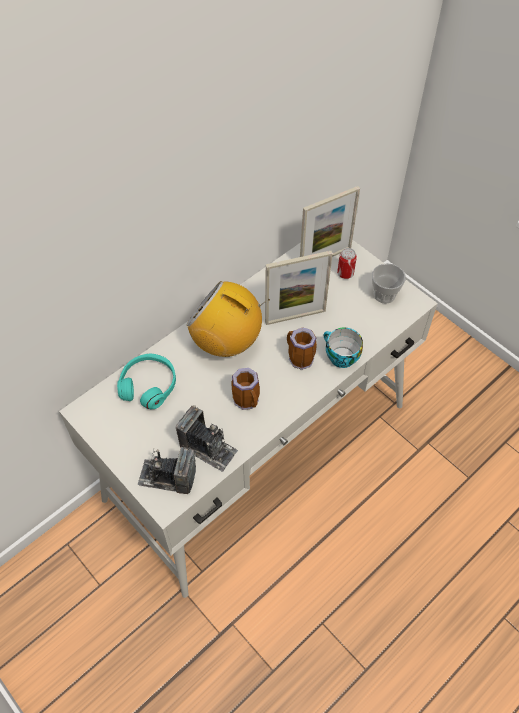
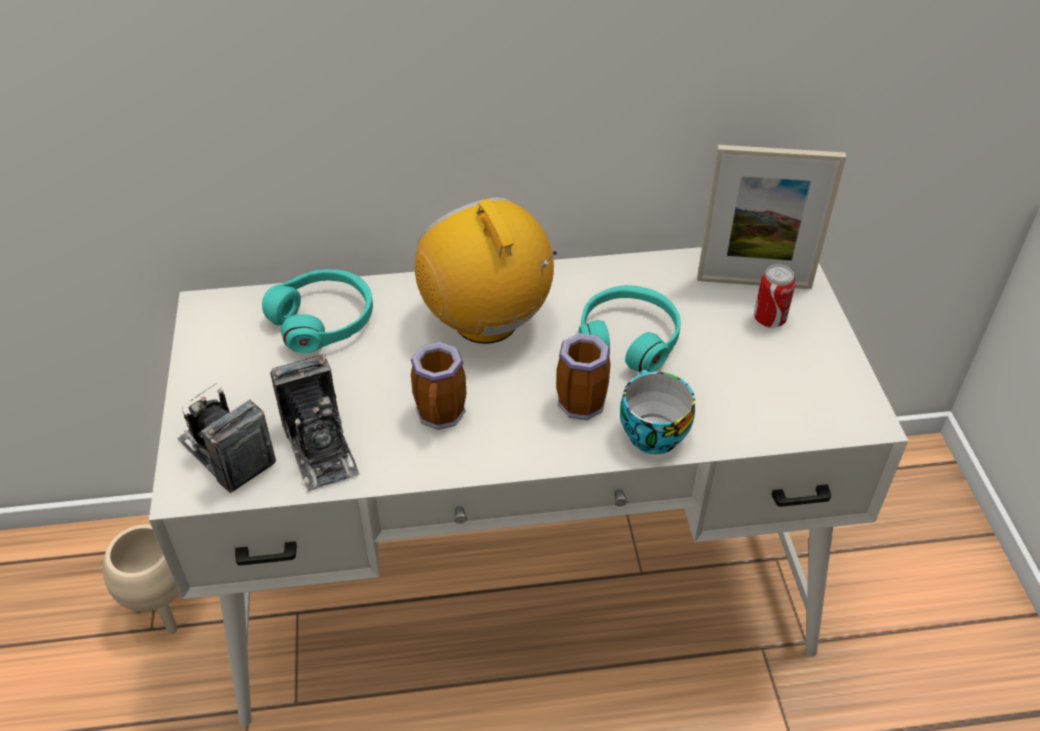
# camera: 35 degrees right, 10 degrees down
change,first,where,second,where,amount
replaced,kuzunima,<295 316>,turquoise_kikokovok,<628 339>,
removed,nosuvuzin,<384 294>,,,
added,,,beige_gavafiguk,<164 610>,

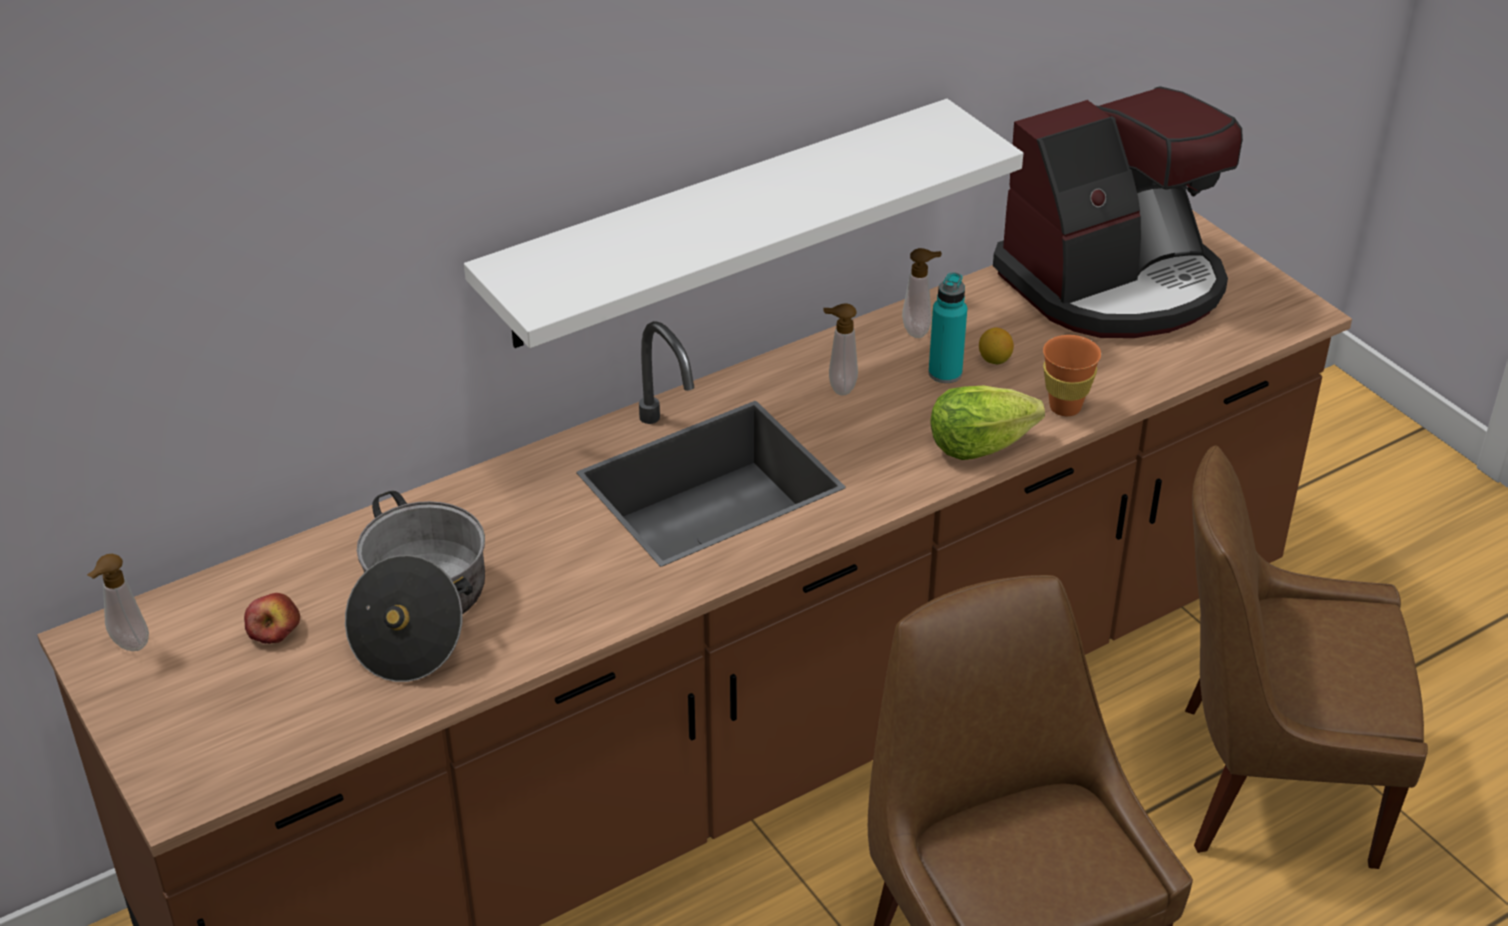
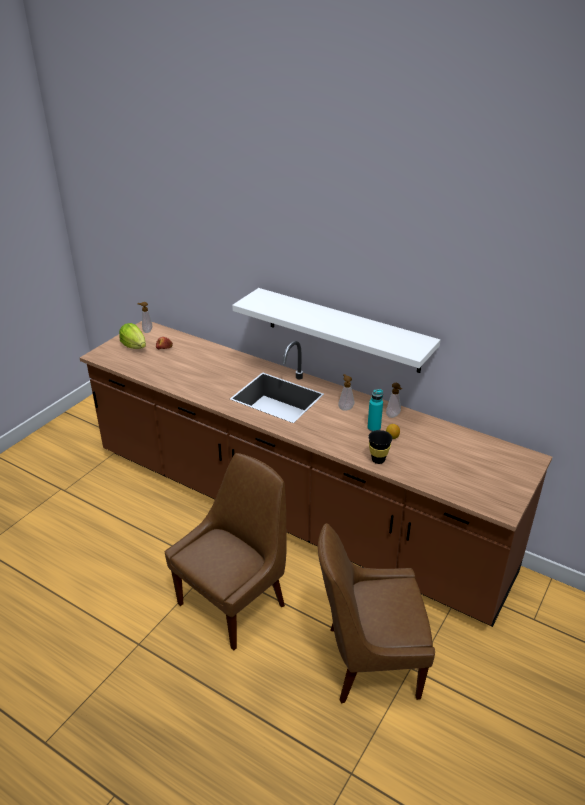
# camera: 65 degrees right, 5 degrees down
change,first,where,second,where,amount
removed,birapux,<420 613>,,,
moved,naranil,<978 445>,,<134 346>,
removed,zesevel,<1114 283>,,,
recoloured,orange_nosuvuzin,<1065 407>,black_nosuvuzin,<378 460>,
turned,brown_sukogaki,<1267 783>,,<368 662>,75 degrees counterclockwise

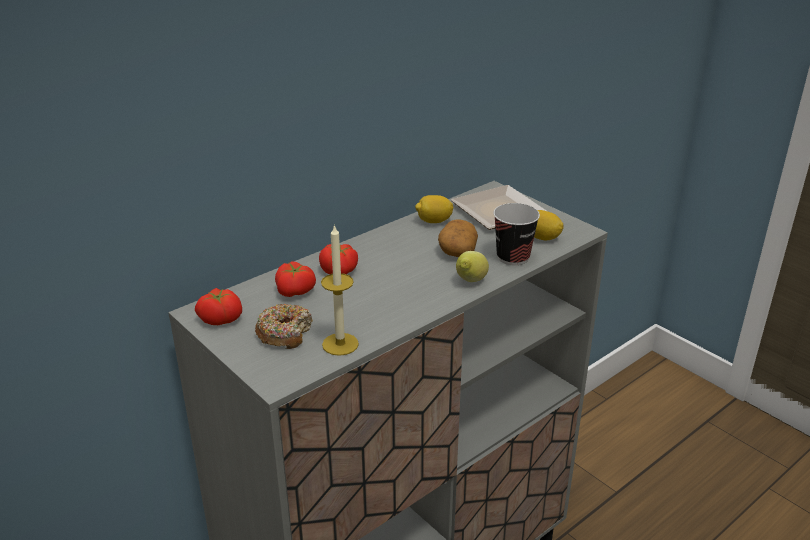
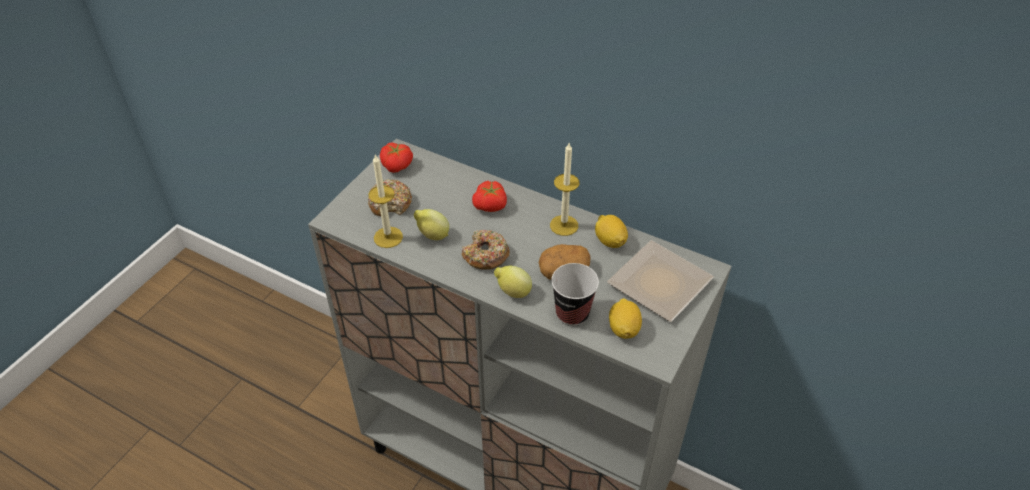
# camera: 70 degrees right, 15 degrees up
change,first,where,second,where,amount
removed,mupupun,<296 291>,,,
added,,,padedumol,<432 235>,
added,,,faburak,<485 256>,
added,,,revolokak,<564 225>,

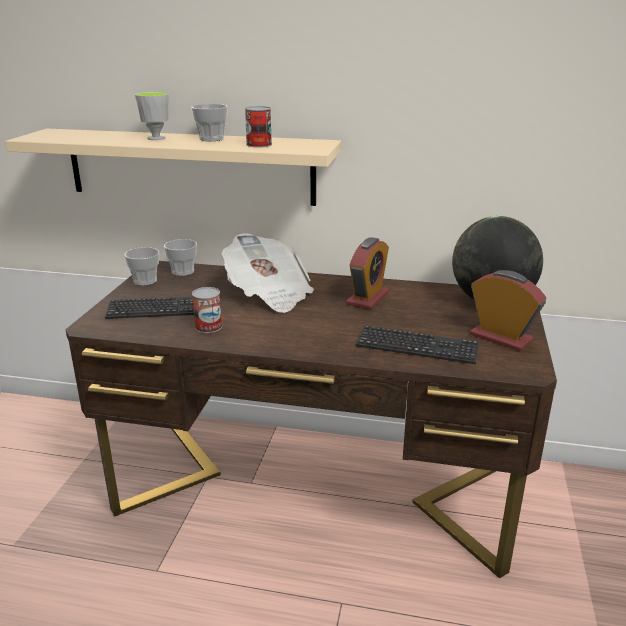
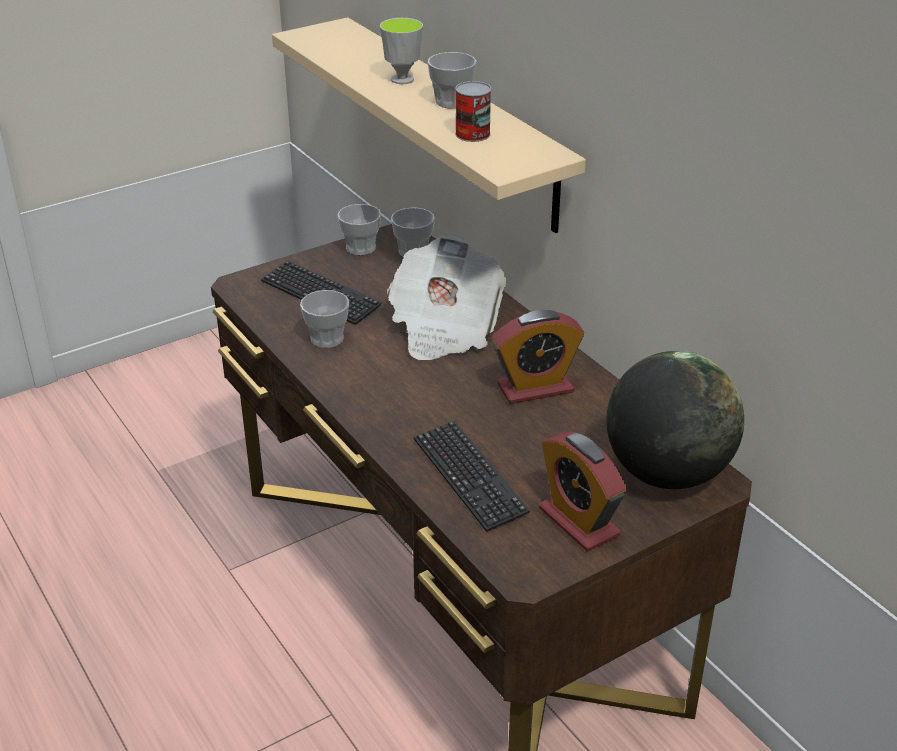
# camera: 45 degrees right, 10 degrees up
change,first,where,second,where,amount
replaced,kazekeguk,<208 327>,nosuvuzin,<327 339>,
turned,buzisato,<501 338>,,<578 522>,150 degrees clockwise

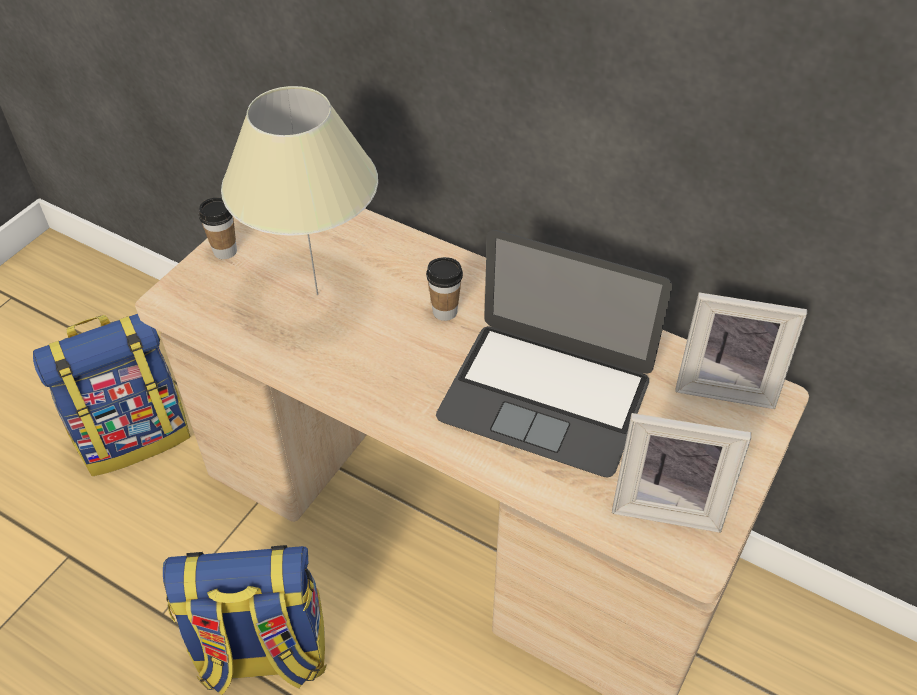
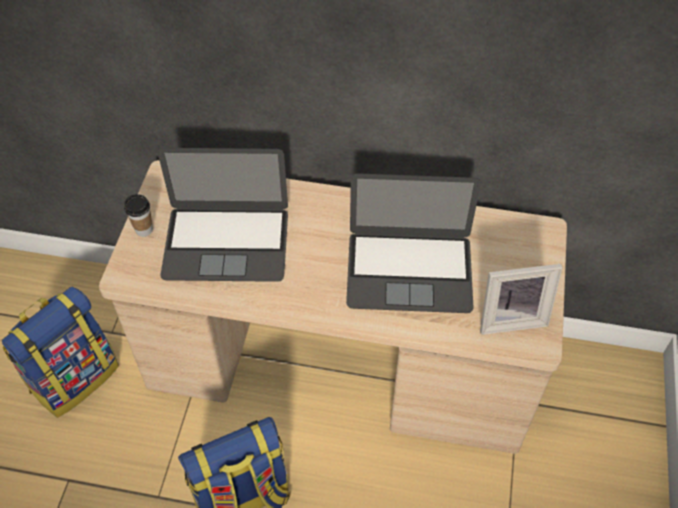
# camera: 20 degrees left, 5 degrees up
change,first,where,second,where,amount
replaced,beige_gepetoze,<317 294>,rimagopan,<226 243>,
removed,nosuvuzin,<445 311>,,,
removed,kuzunima,<725 384>,,,

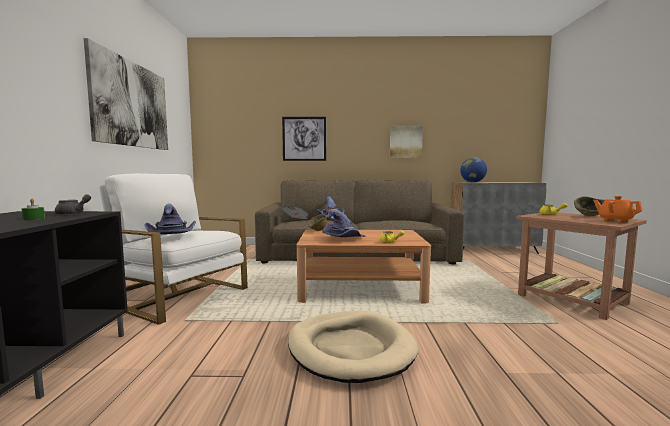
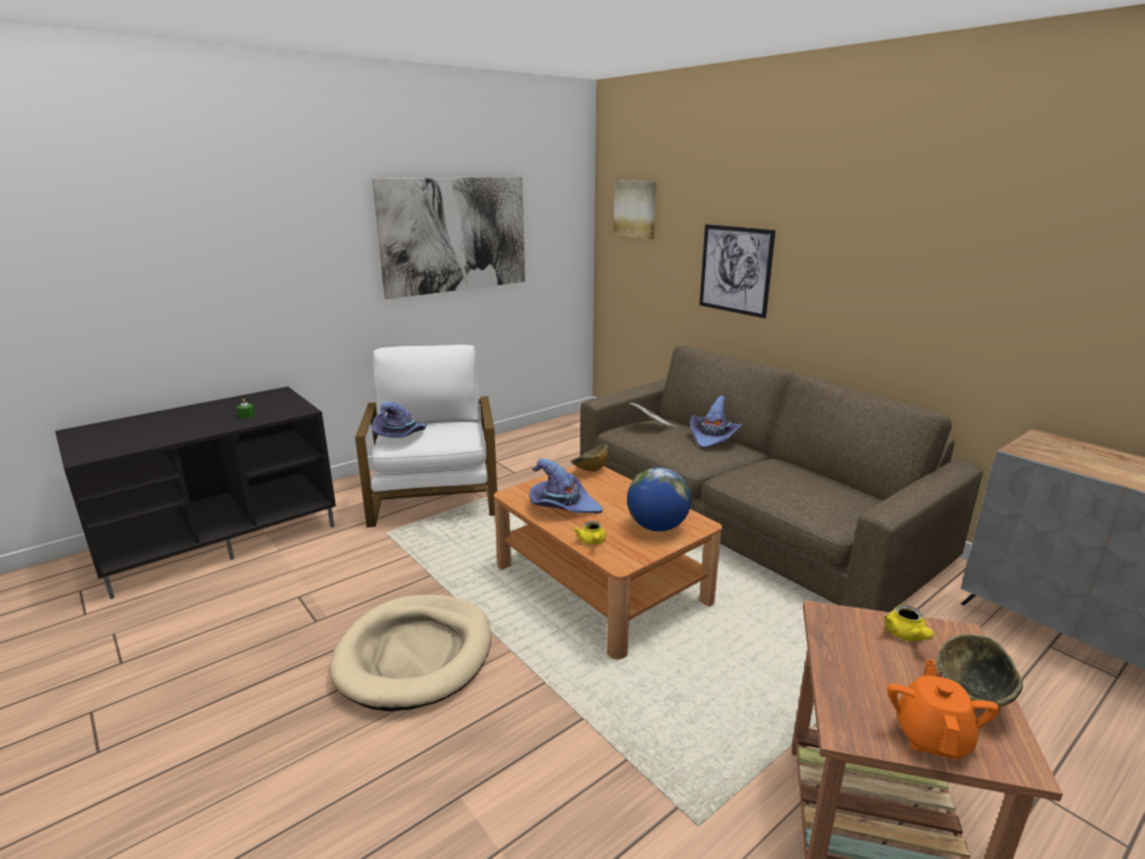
# camera: 50 degrees right, 15 degrees up
change,first,where,second,where,amount
removed,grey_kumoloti,<74 213>,,,
moved,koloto,<405 142>,,<635 209>,
moved,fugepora,<473 182>,,<657 527>,

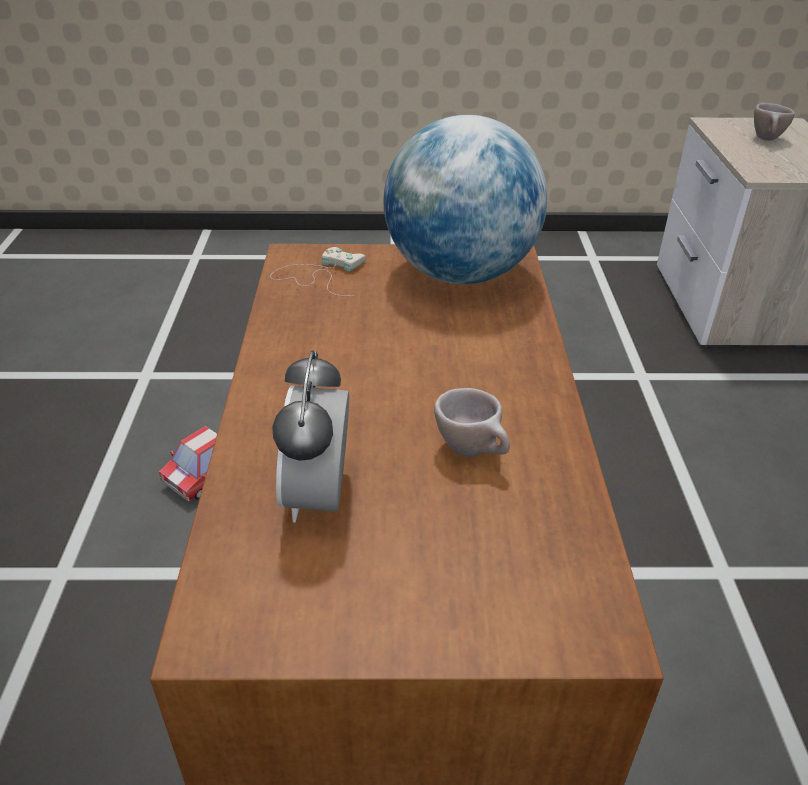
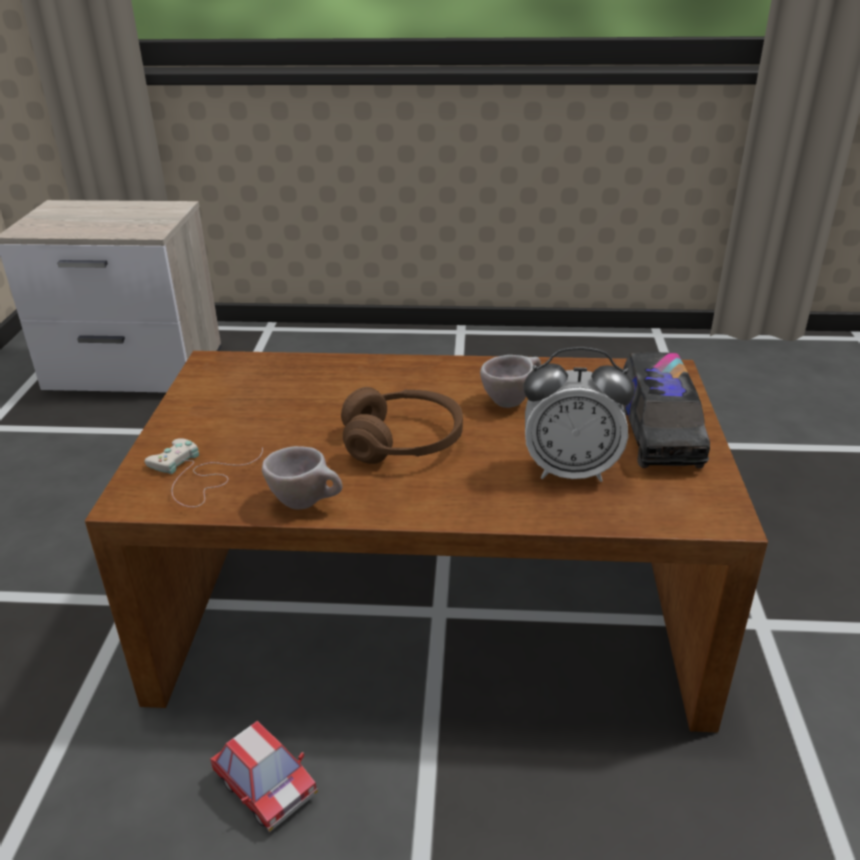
# camera: 85 degrees left, 5 degrees down
change,first,where,second,where,amount
removed,fugepora,<460 274>,,,
moved,beige_nosuvuzin,<767 140>,,<308 503>,
added,,,brown_kikokovok,<403 442>,
added,,,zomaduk,<658 432>,

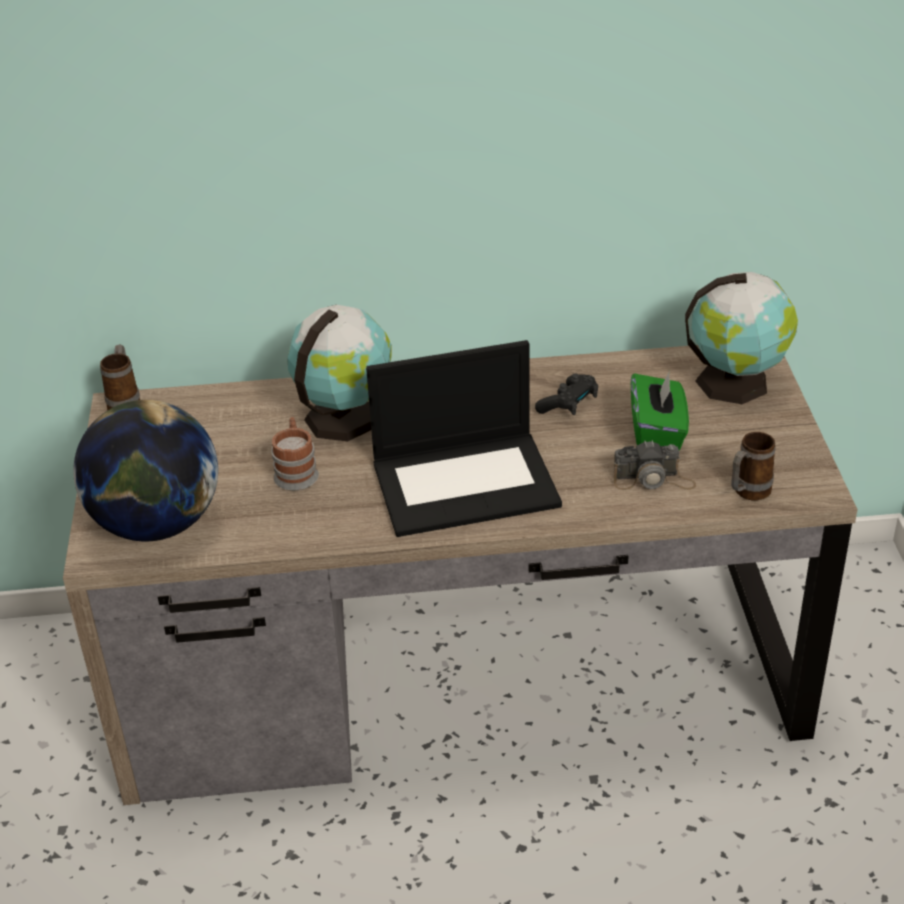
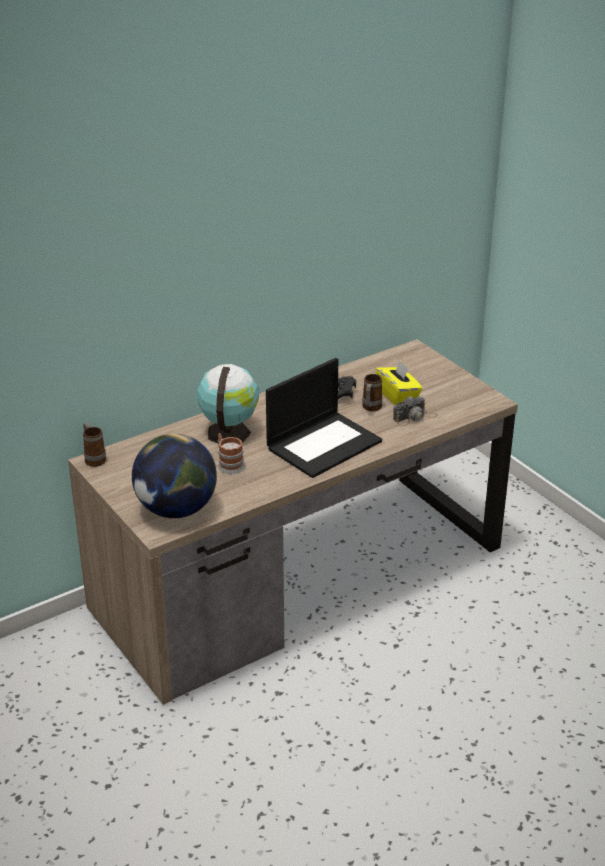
# camera: 30 degrees left, 5 degrees down
change,first,where,second,where,amount
recoloured,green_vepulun,<657 433>,yellow_vepulun,<398 396>,
removed,fugepora,<737 382>,,,
moved,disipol,<747 493>,,<370 408>,

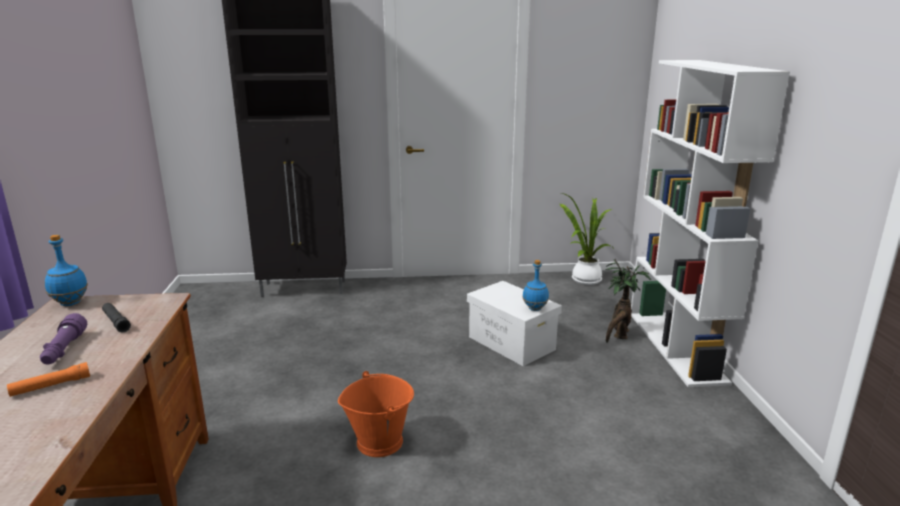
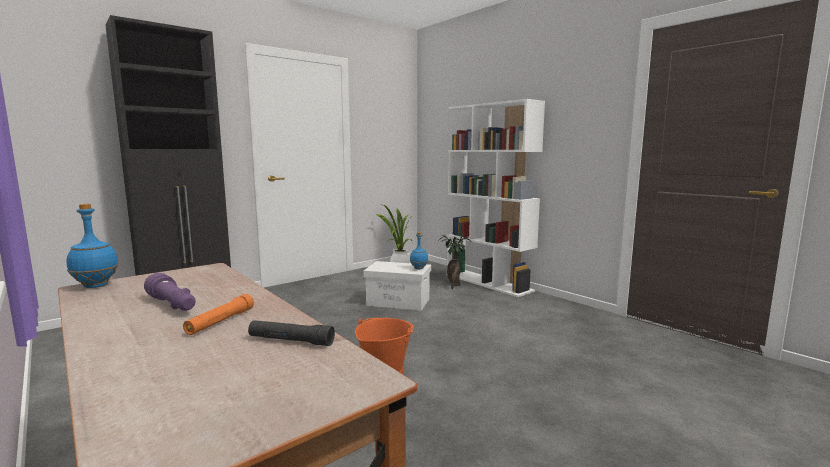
# camera: 35 degrees left, 10 degrees down
change,first,where,second,where,amount
moved,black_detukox,<116 322>,,<291 341>,

